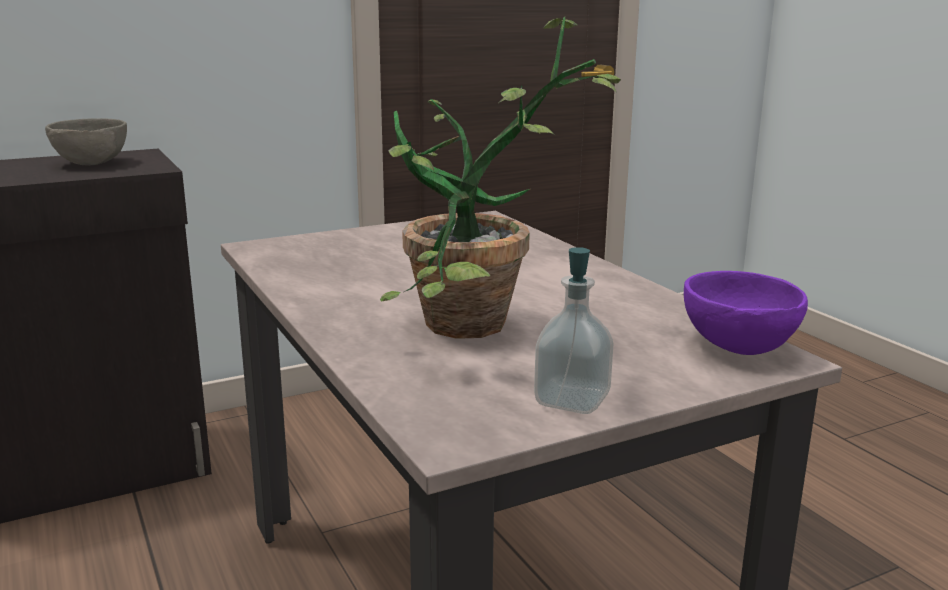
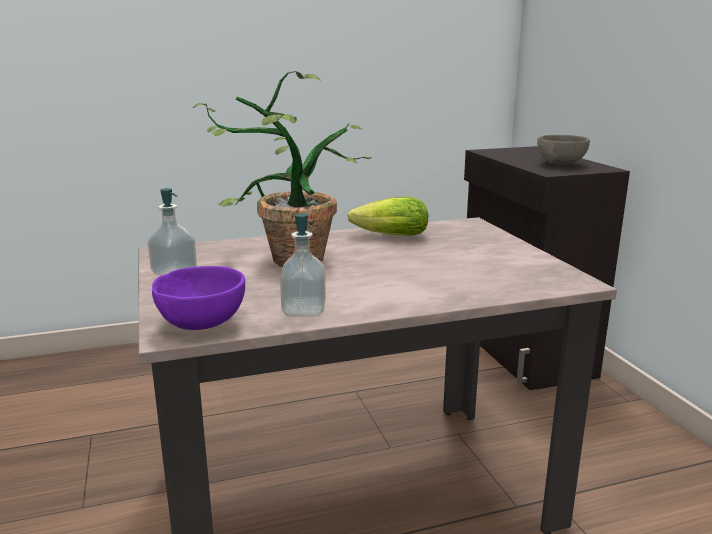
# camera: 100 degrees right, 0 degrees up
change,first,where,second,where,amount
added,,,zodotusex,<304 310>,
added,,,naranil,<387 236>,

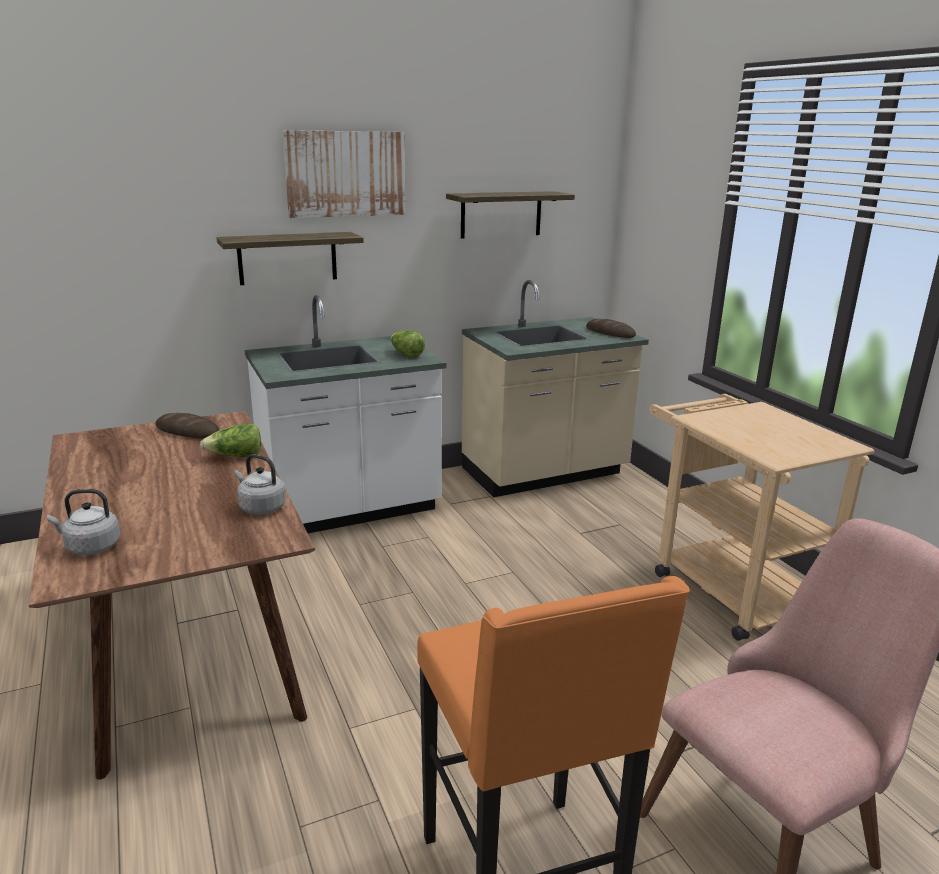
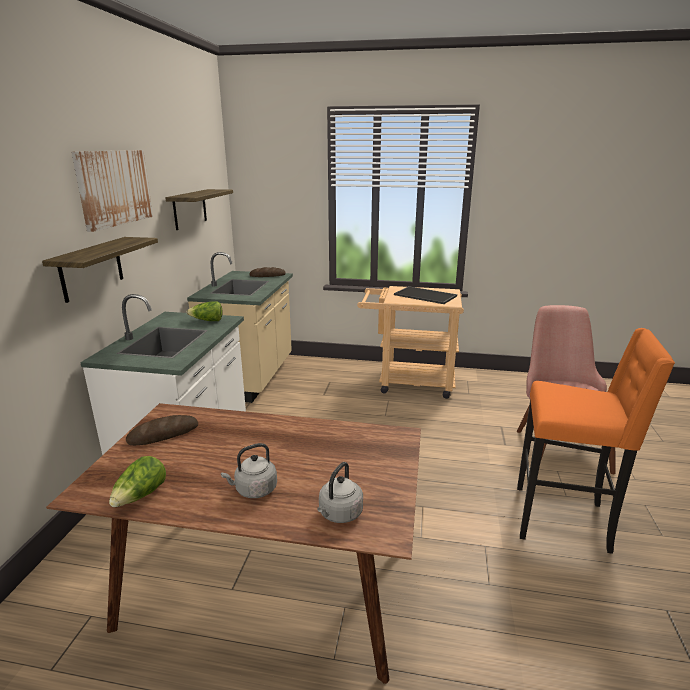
# camera: 55 degrees left, 0 degrees up
change,first,where,second,where,amount
moved,naranil,<236 456>,,<140 496>,
moved,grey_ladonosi,<260 507>,,<254 490>,
added,,,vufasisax,<426 295>,

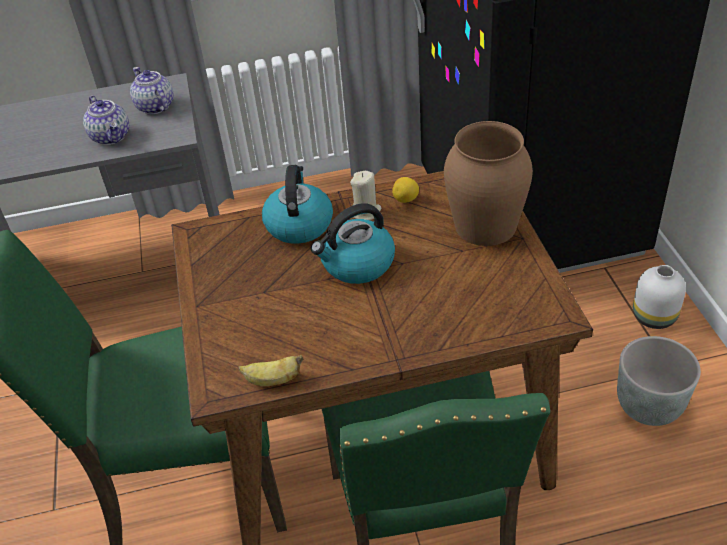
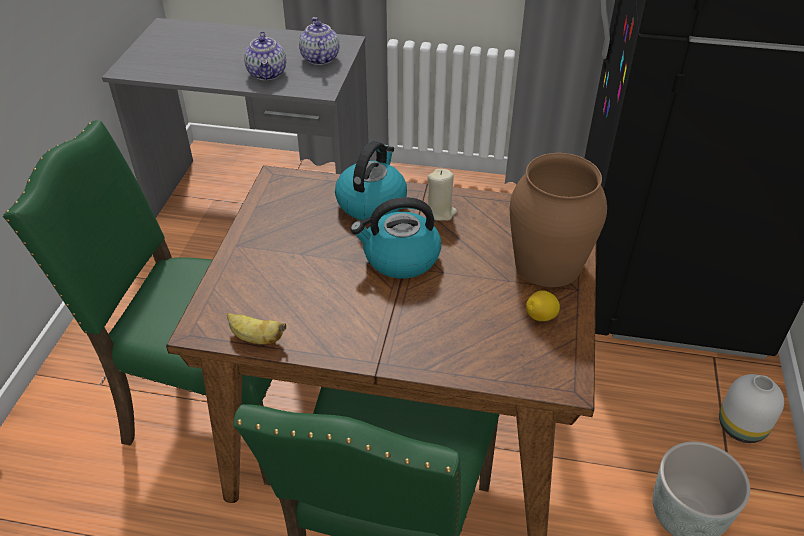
# camera: 20 degrees right, 0 degrees up
change,first,where,second,where,amount
moved,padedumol,<406 200>,,<541 317>,

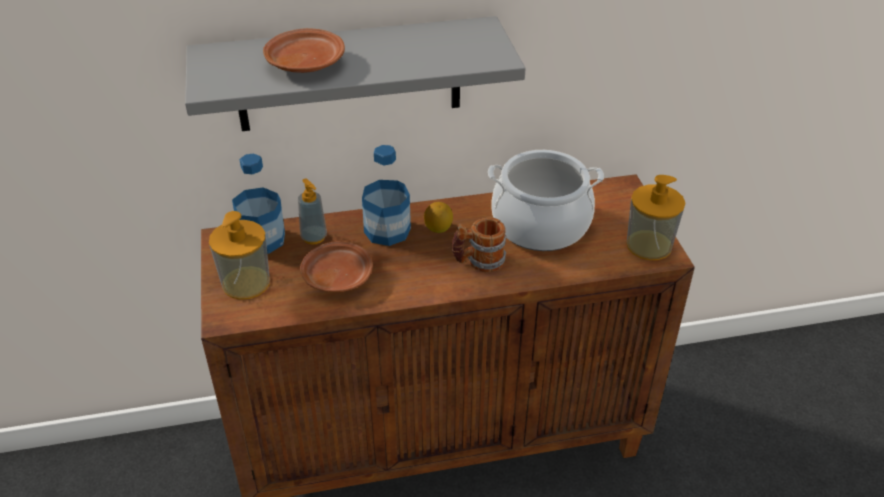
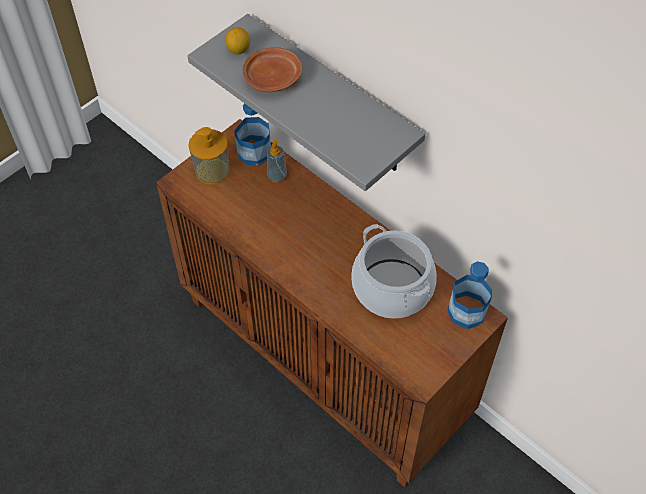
# camera: 55 degrees right, 15 degrees up
change,first,where,second,where,amount
removed,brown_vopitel,<337 276>,,,
moved,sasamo,<387 230>,,<466 312>,
moved,padedumol,<438 229>,,<238 50>,
removed,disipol,<478 262>,,,
removed,zodotusex,<649 245>,,,

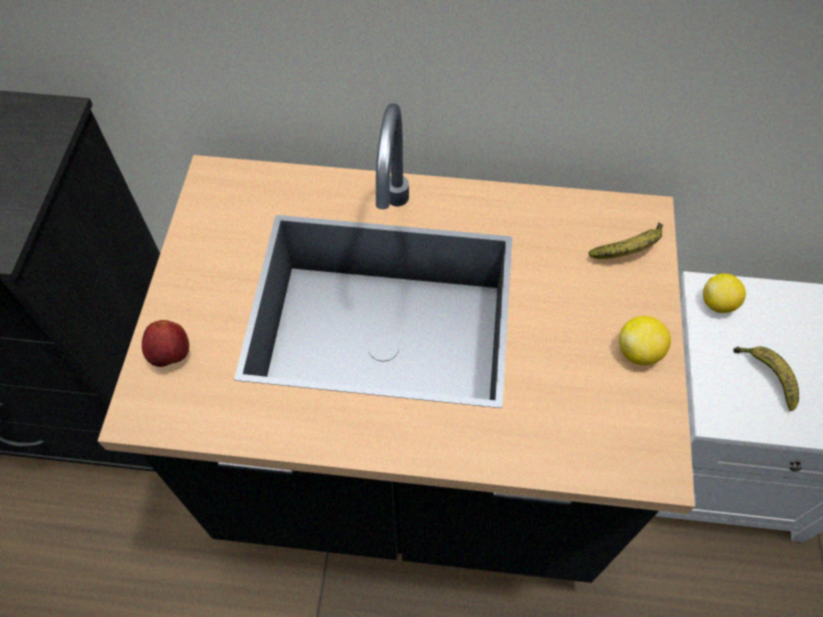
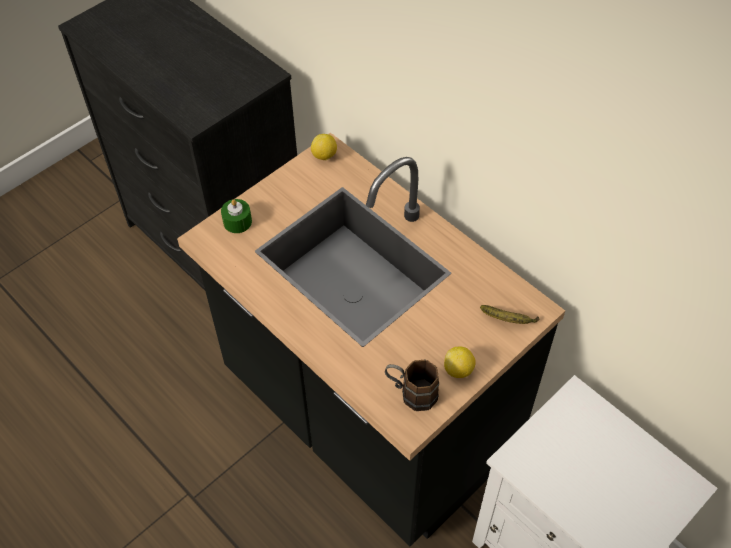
# camera: 40 degrees right, 5 degrees down
change,first,where,second,where,amount
replaced,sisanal,<171 355>,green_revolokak,<237 222>,
moved,padedumol,<718 303>,,<324 156>,
removed,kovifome,<766 377>,,,
added,,,brown_disipol,<411 393>,

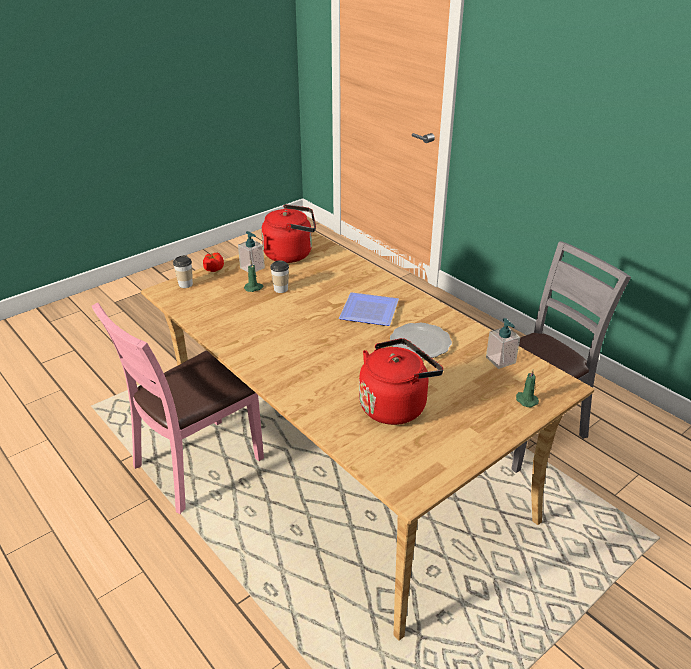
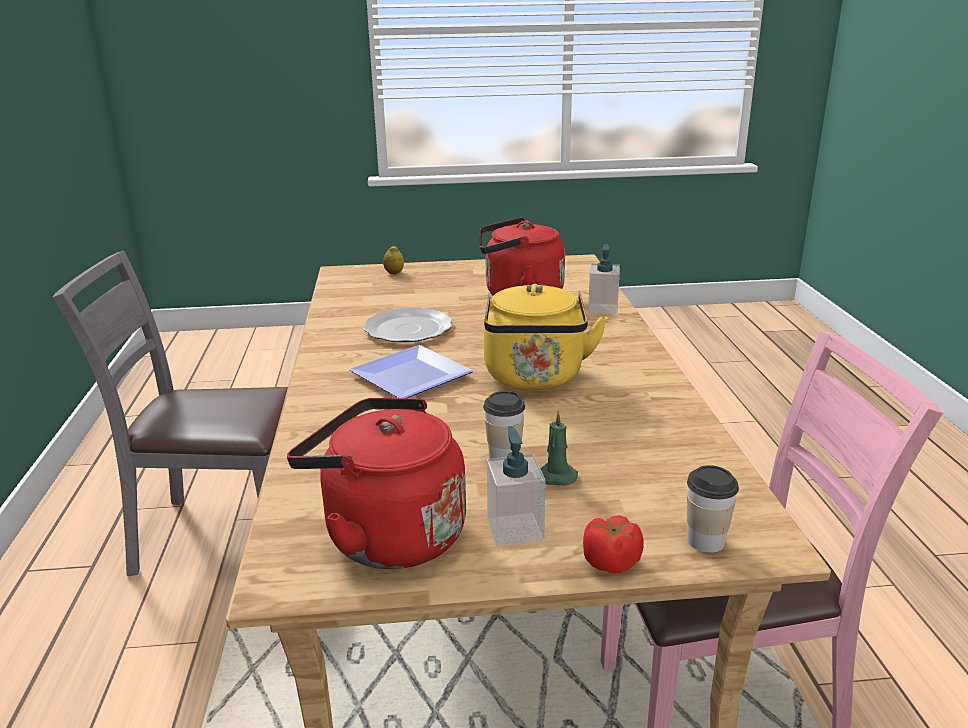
# camera: 145 degrees left, 10 degrees down
change,first,where,second,where,amount
moved,zodotusex,<500 360>,,<602 309>,
replaced,green_revolokak,<526 400>,padedumol,<394 273>,
added,,,yellow_ladonosi,<535 379>,

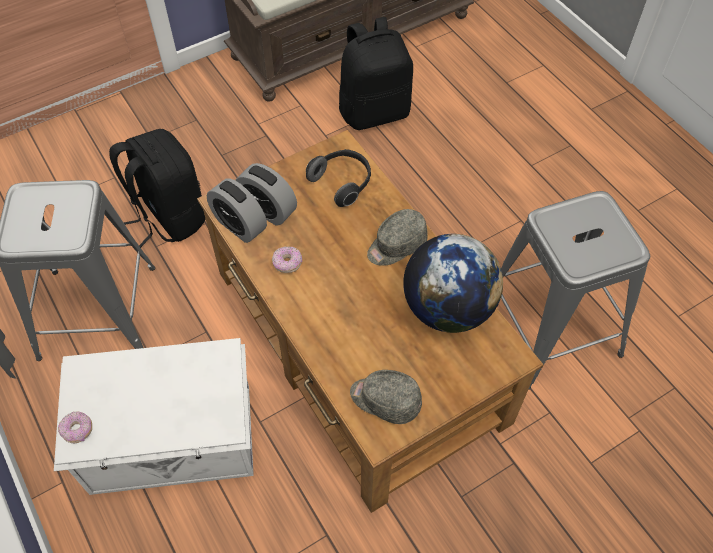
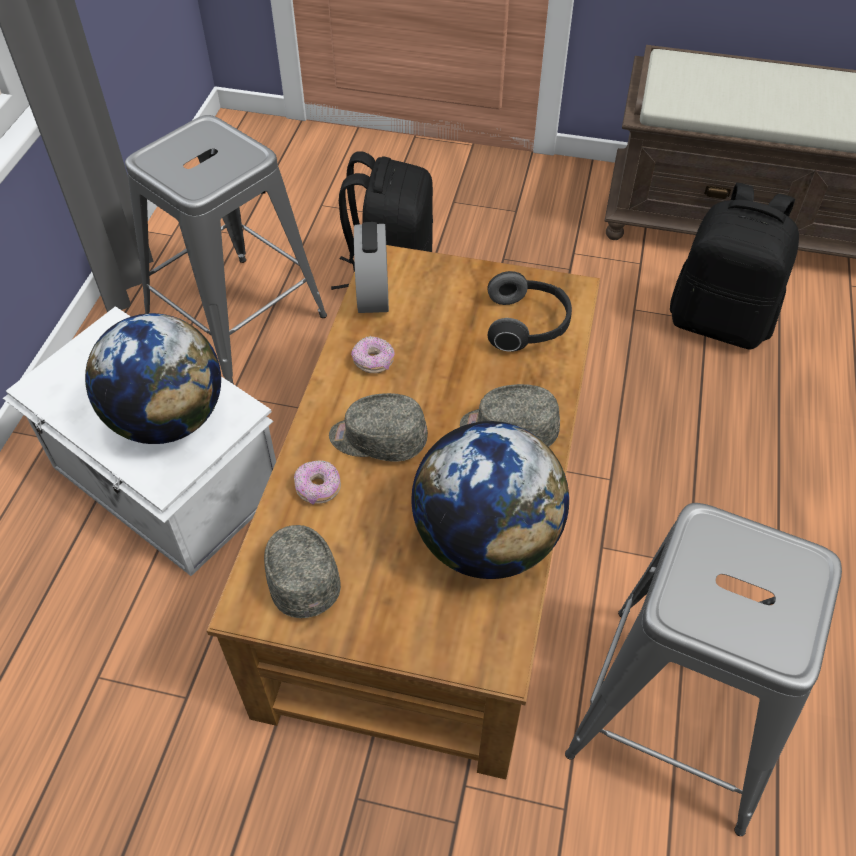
# camera: 45 degrees right, 5 degrees down
change,first,where,second,where,amount
moved,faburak,<78 430>,,<318 488>,
removed,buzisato,<267 209>,,,
added,,,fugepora,<168 419>,
added,,,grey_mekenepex,<378 439>,

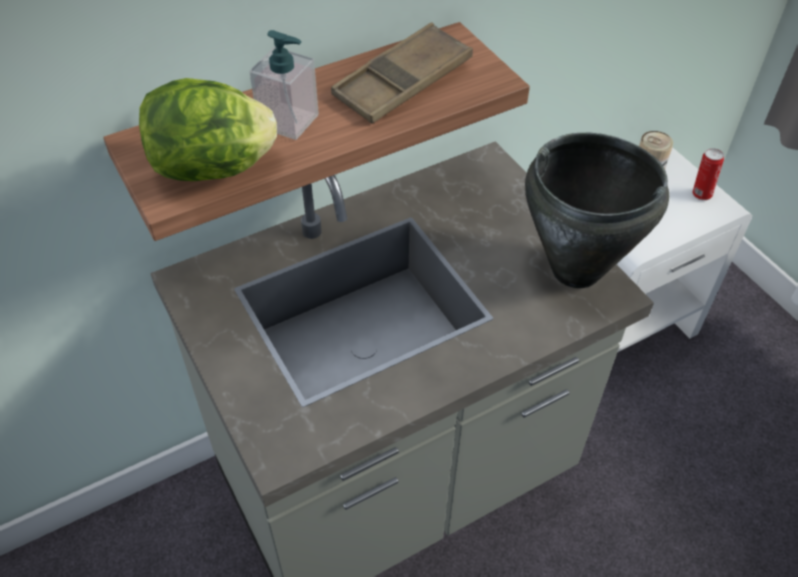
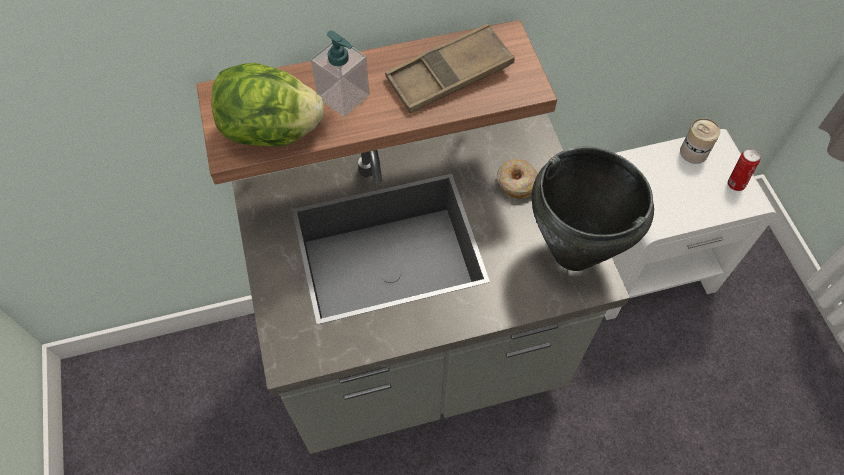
# camera: 15 degrees right, 10 degrees up
change,first,where,second,where,amount
added,,,faburak,<516 183>,

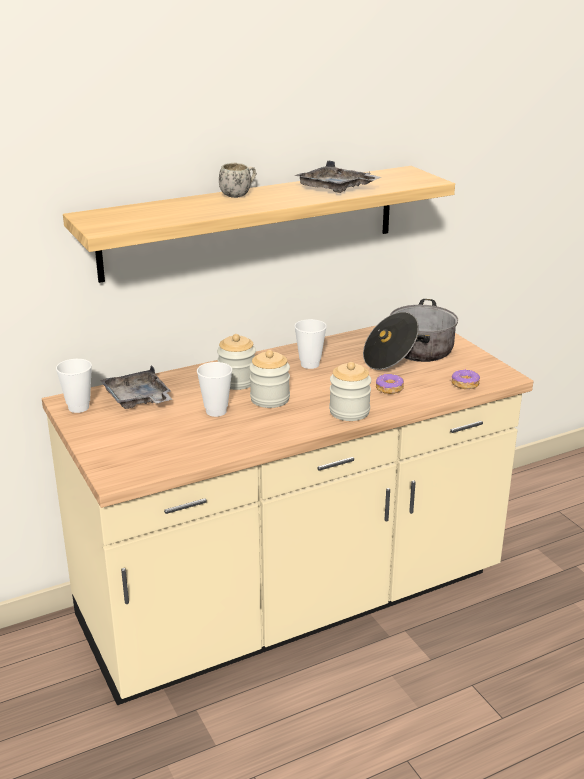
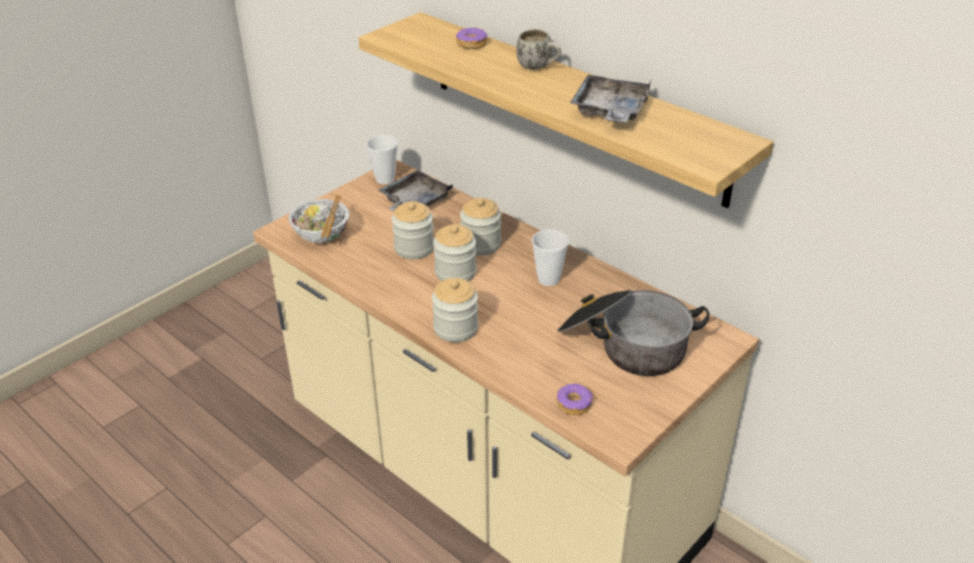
# camera: 70 degrees right, 10 degrees up
change,first,where,second,where,amount
replaced,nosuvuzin,<216 411>,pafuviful,<414 248>,
moved,faburak,<389 389>,,<471 44>,
added,,,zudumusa,<322 236>,

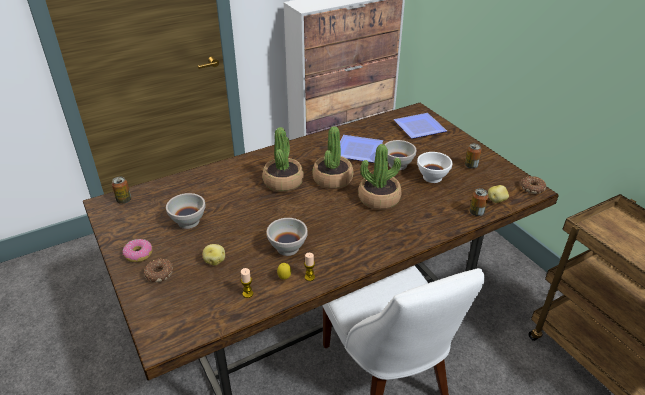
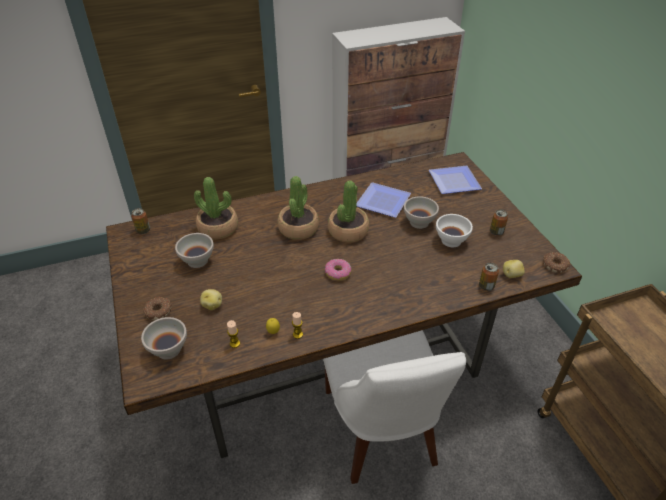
# camera: 10 degrees right, 5 degrees up
change,first,where,second,where,amount
moved,faburak,<138 254>,,<337 273>,
moved,white_zudumusa,<287 247>,,<168 349>,
moved,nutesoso,<379 199>,,<218 228>,

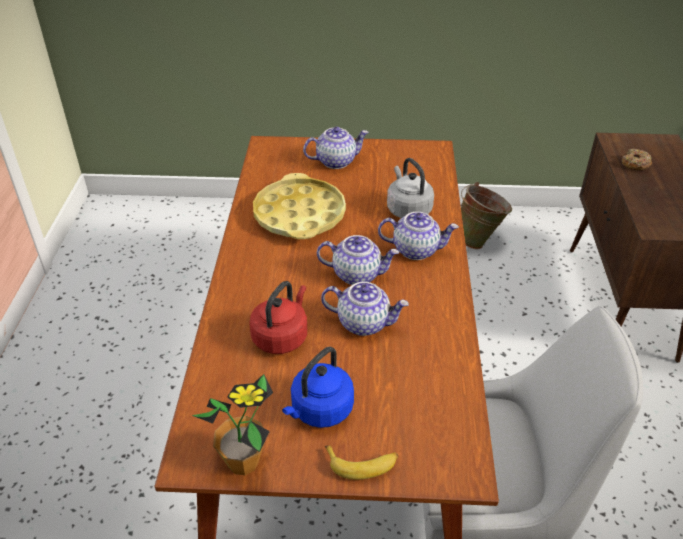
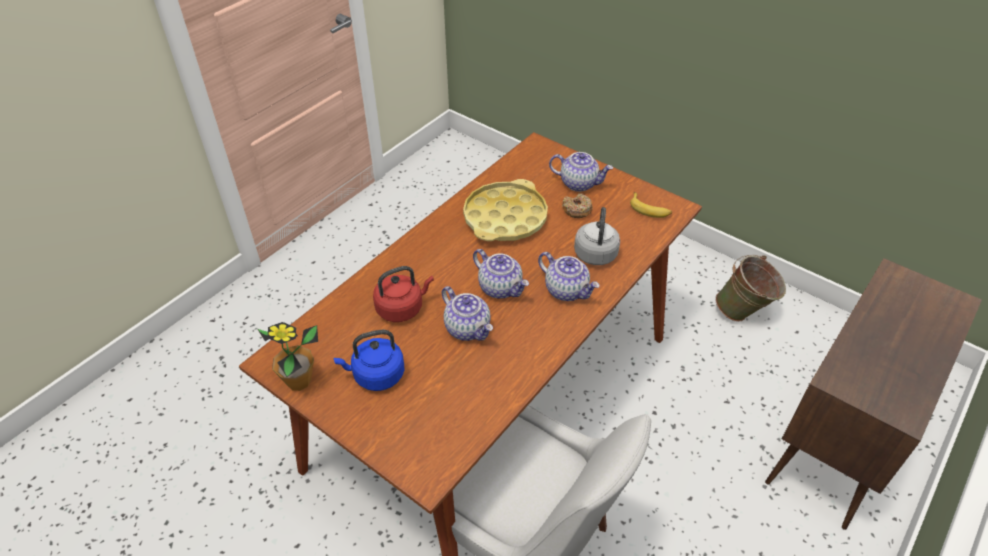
# camera: 35 degrees right, 5 degrees up
change,first,where,second,where,amount
moved,kovifome,<362 464>,,<649 209>,
moved,faburak,<635 164>,,<577 210>,

